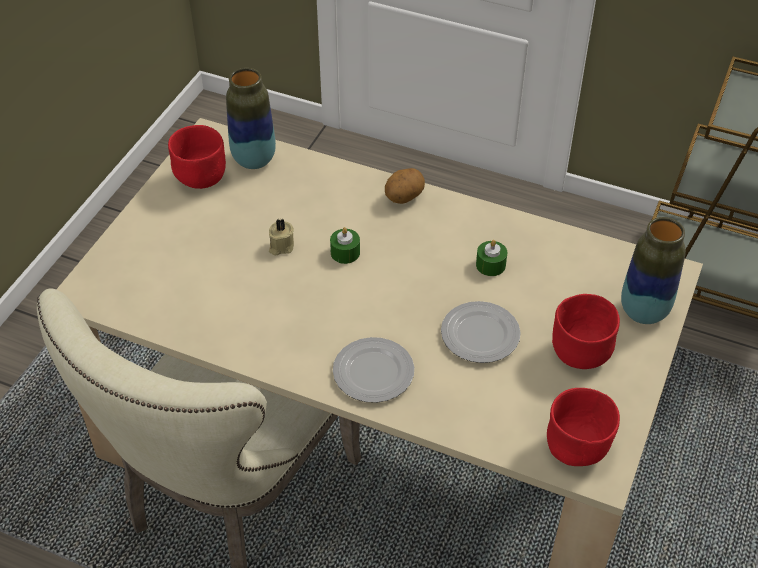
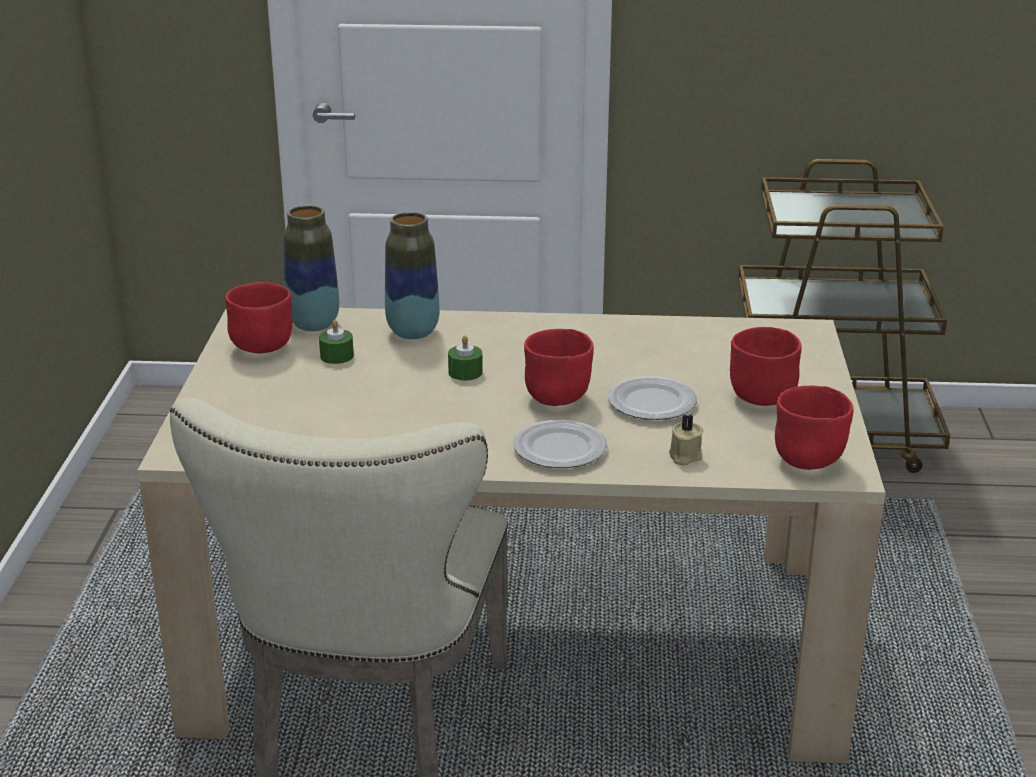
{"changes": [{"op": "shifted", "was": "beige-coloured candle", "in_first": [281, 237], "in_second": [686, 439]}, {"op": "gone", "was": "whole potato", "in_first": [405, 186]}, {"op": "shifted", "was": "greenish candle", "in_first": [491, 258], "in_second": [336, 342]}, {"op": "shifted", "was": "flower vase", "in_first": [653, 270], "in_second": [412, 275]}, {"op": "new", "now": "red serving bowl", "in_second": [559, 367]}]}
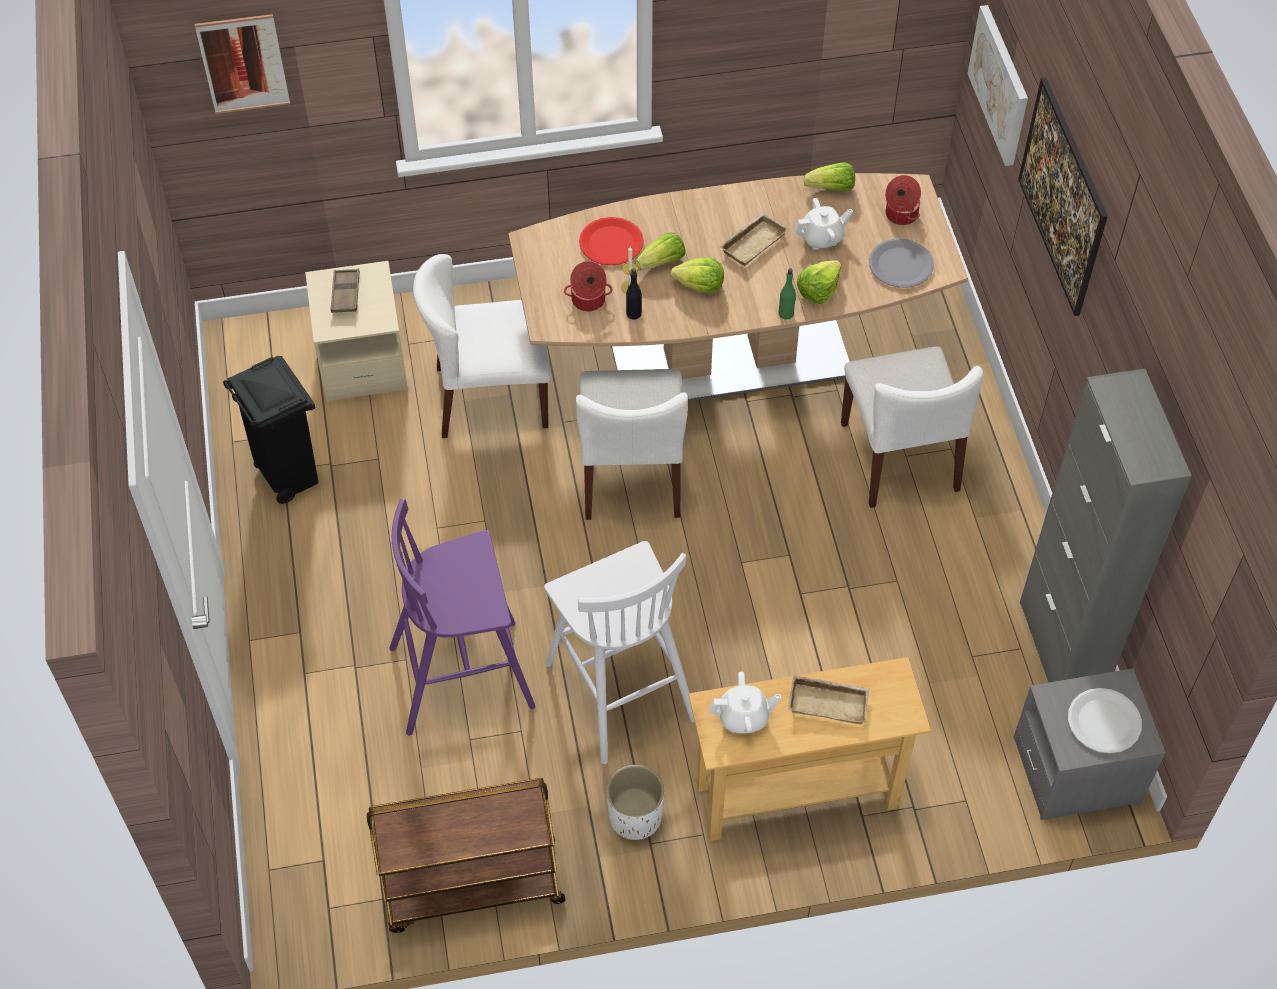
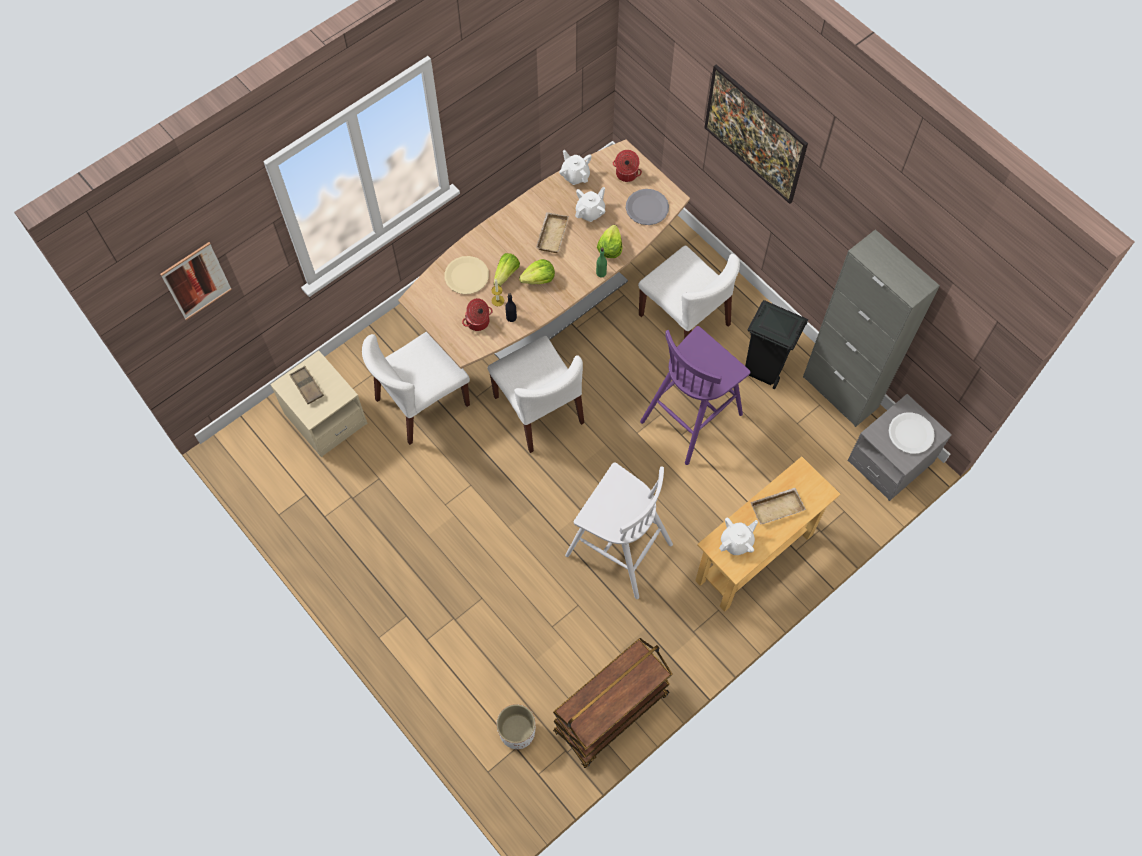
{"changes": [{"op": "shifted", "was": "black trash can", "in_first": [270, 430], "in_second": [776, 344]}, {"op": "shifted", "was": "purple sitting stool", "in_first": [462, 617], "in_second": [695, 395]}, {"op": "repainted", "was": "red plate", "now": "beige-coloured plate", "in_first": [611, 241], "in_second": [466, 275]}, {"op": "shifted", "was": "white flower pot", "in_first": [635, 802], "in_second": [516, 726]}, {"op": "swapped", "was": "lettuce head", "now": "white pot for tea", "in_first": [829, 177], "in_second": [575, 167]}, {"op": "gone", "was": "picture", "in_first": [998, 85]}]}
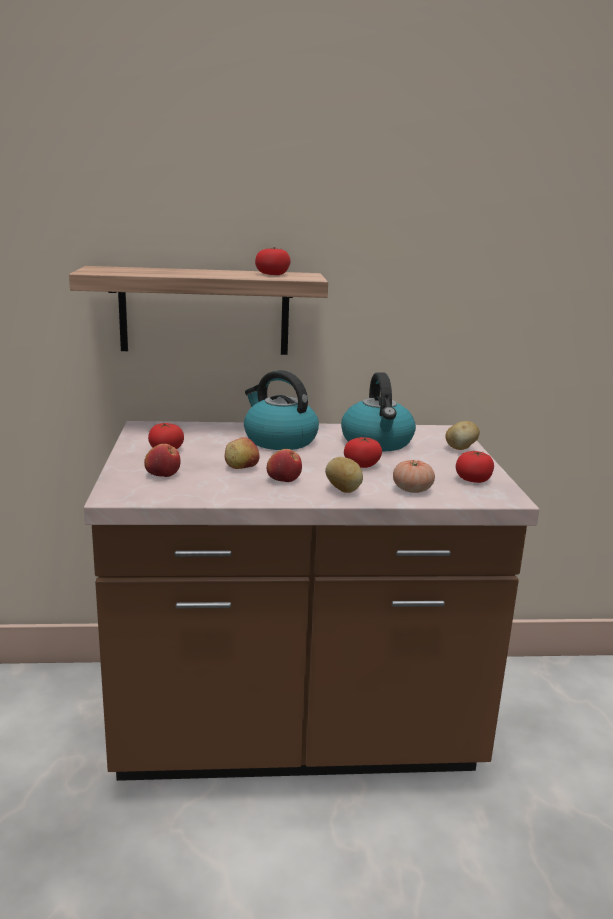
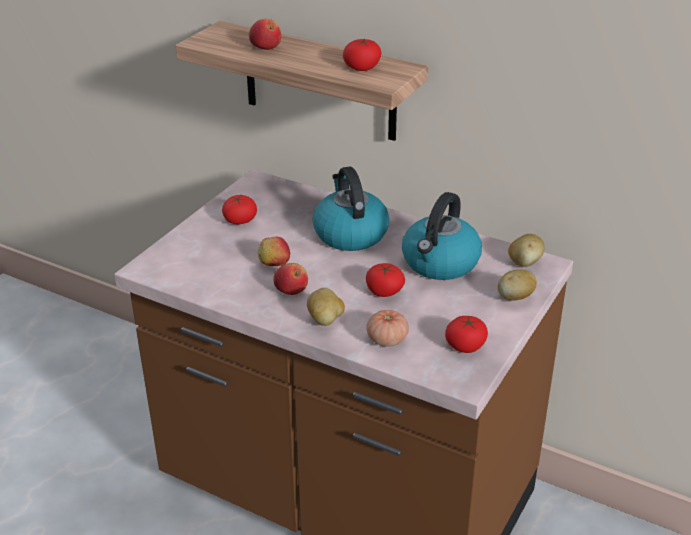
{"changes": [{"op": "shifted", "was": "apple fruit", "in_first": [162, 460], "in_second": [265, 34]}, {"op": "new", "now": "whole potato", "in_second": [526, 250]}]}
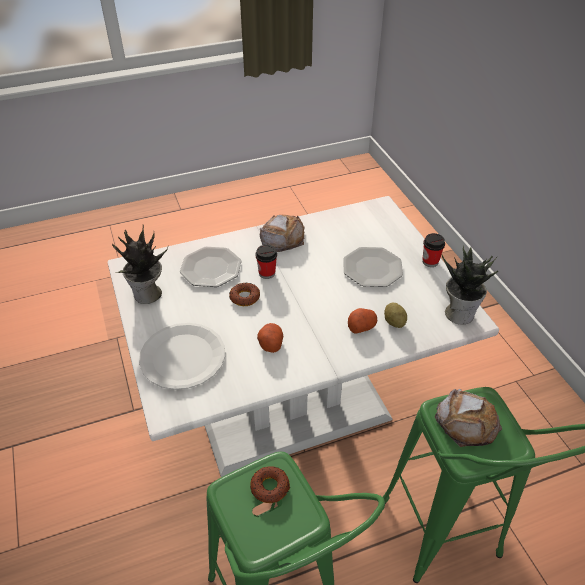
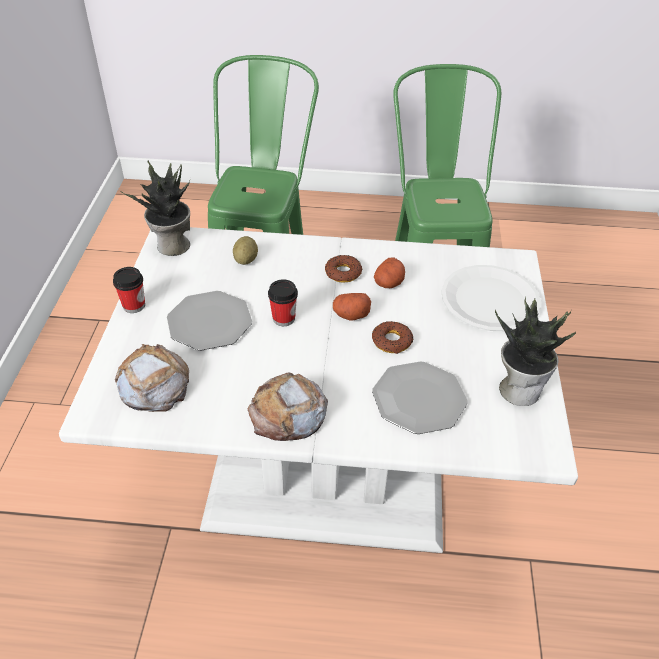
{"changes": [{"op": "shifted", "was": "doughnut", "in_first": [270, 484], "in_second": [343, 269]}, {"op": "shifted", "was": "drinking cup", "in_first": [266, 262], "in_second": [283, 302]}, {"op": "shifted", "was": "whole potato", "in_first": [362, 320], "in_second": [352, 307]}, {"op": "shifted", "was": "bread", "in_first": [468, 418], "in_second": [152, 378]}]}
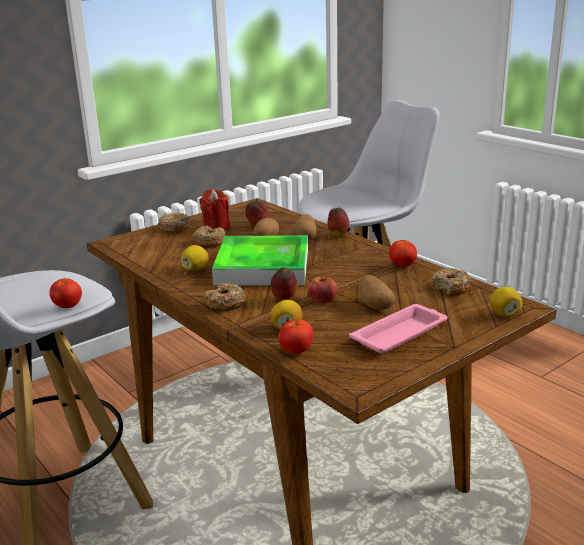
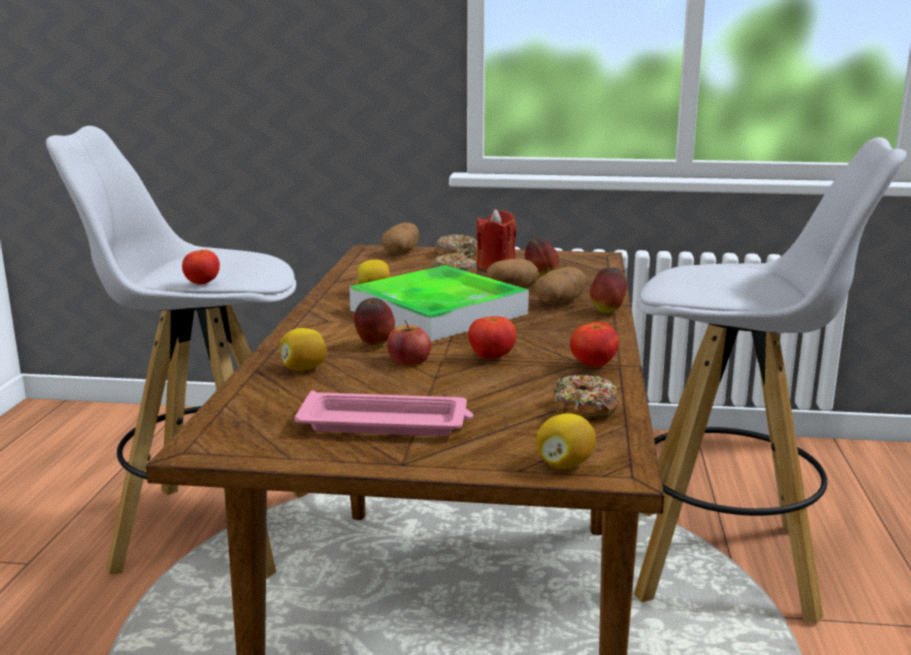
{"changes": [{"op": "gone", "was": "doughnut", "in_first": [225, 297]}, {"op": "shifted", "was": "whole tomato", "in_first": [296, 336], "in_second": [492, 337]}, {"op": "shifted", "was": "whole potato", "in_first": [377, 292], "in_second": [400, 238]}]}
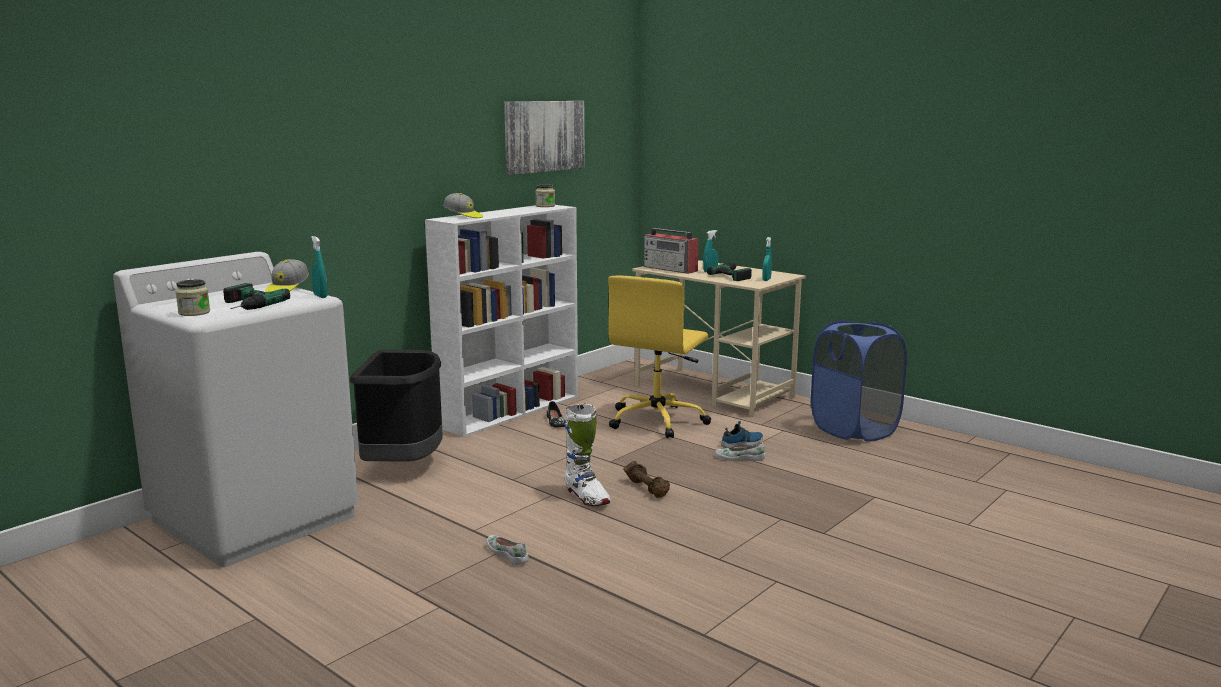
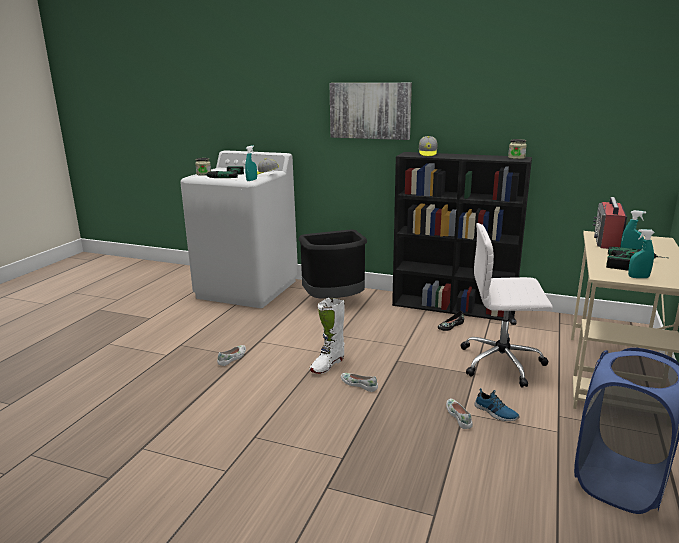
{"changes": [{"op": "repainted", "was": "white shelving unit", "now": "black shelving unit", "in_first": [501, 321], "in_second": [462, 237]}, {"op": "shifted", "was": "picture", "in_first": [544, 138], "in_second": [371, 111]}, {"op": "repainted", "was": "yellow computer chair", "now": "white computer chair", "in_first": [659, 356], "in_second": [507, 305]}, {"op": "swapped", "was": "brown dumbbell", "now": "white low shoe", "in_first": [646, 479], "in_second": [359, 382]}]}
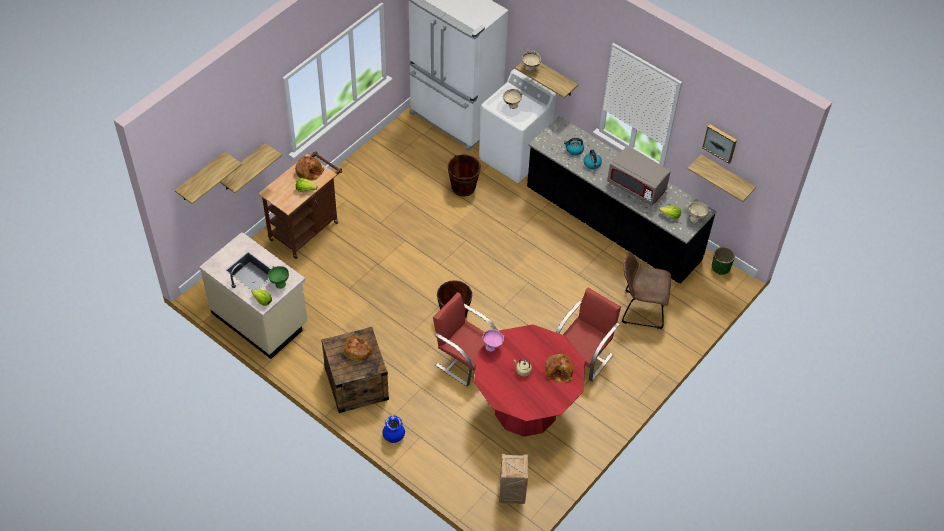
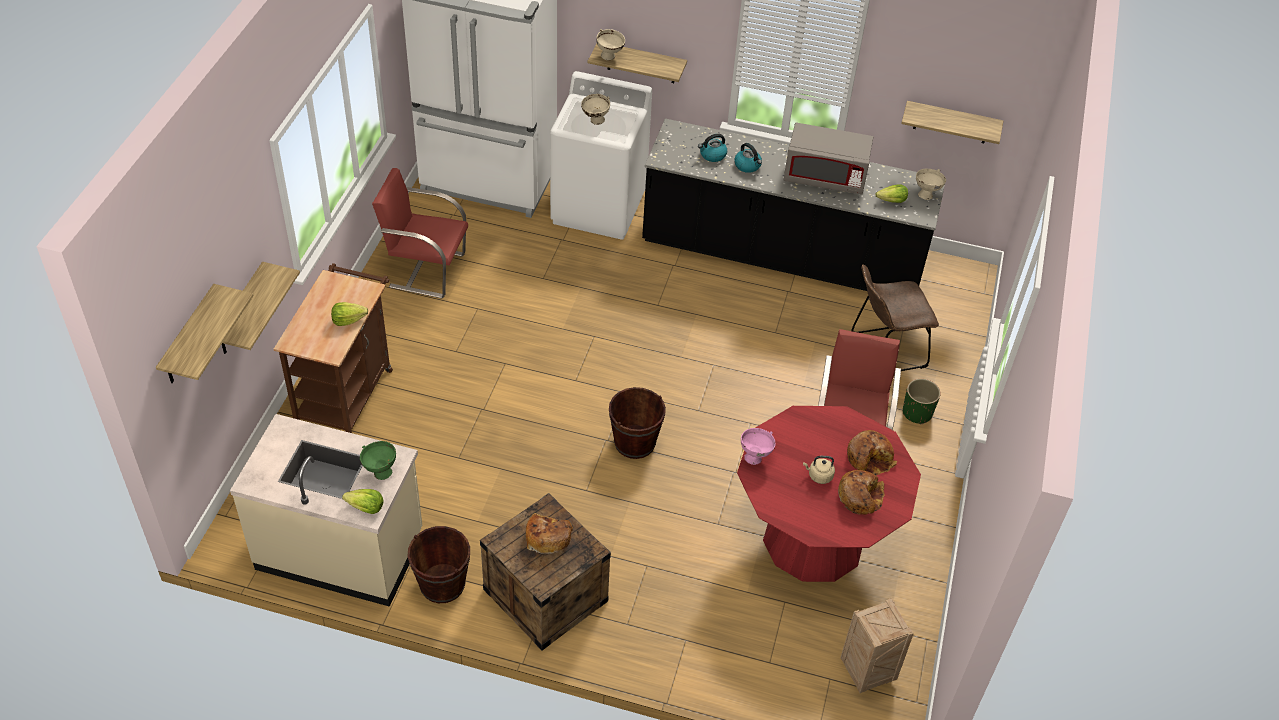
{"changes": [{"op": "shifted", "was": "bread", "in_first": [309, 168], "in_second": [861, 492]}, {"op": "gone", "was": "bluish flower vase", "in_first": [393, 429]}, {"op": "shifted", "was": "red plain chair", "in_first": [465, 339], "in_second": [420, 233]}, {"op": "shifted", "was": "brown bucket", "in_first": [464, 175], "in_second": [439, 564]}, {"op": "gone", "was": "picture", "in_first": [719, 144]}, {"op": "shifted", "was": "greenish flower pot", "in_first": [723, 261], "in_second": [922, 401]}]}
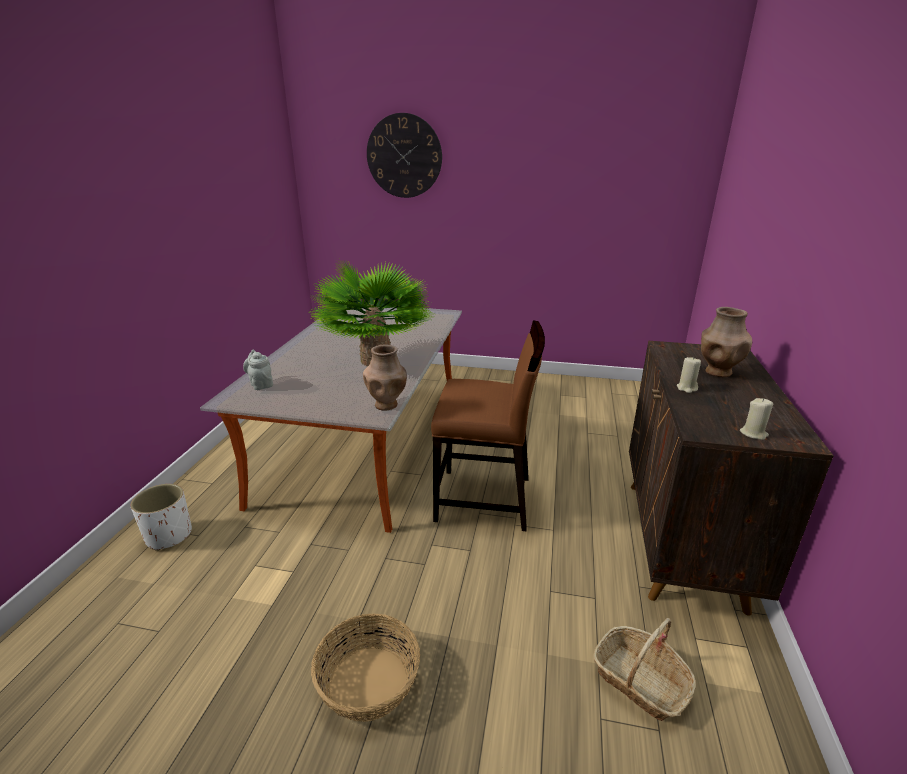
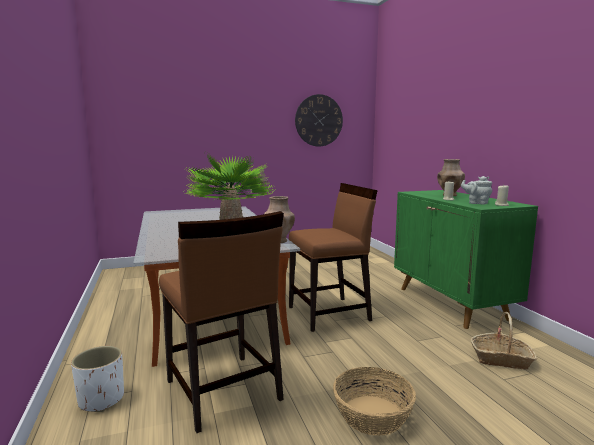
{"changes": [{"op": "shifted", "was": "gray pot for tea", "in_first": [258, 370], "in_second": [476, 190]}, {"op": "shifted", "was": "hanging clock", "in_first": [404, 155], "in_second": [319, 120]}, {"op": "repainted", "was": "brown storage cabinet", "now": "greenish storage cabinet", "in_first": [731, 478], "in_second": [466, 259]}, {"op": "new", "now": "brown plain chair", "in_second": [221, 322]}]}
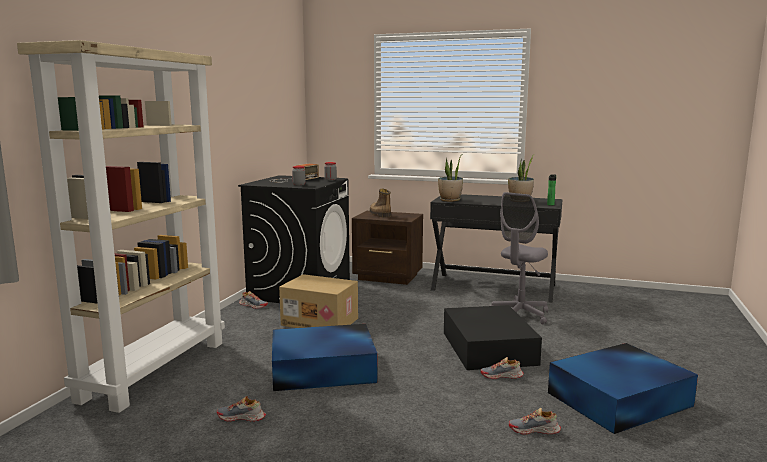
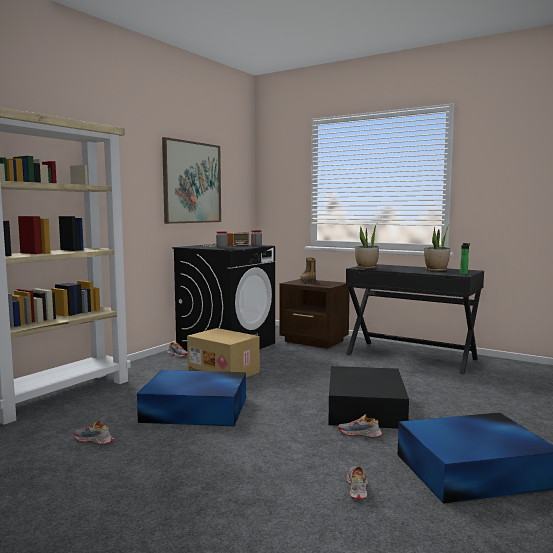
{"changes": [{"op": "gone", "was": "gray computer chair", "in_first": [519, 258]}, {"op": "rotated", "was": "low shoe", "in_first": [535, 421], "in_second": [357, 482], "clockwise": 75}, {"op": "new", "now": "picture", "in_second": [191, 180]}]}
